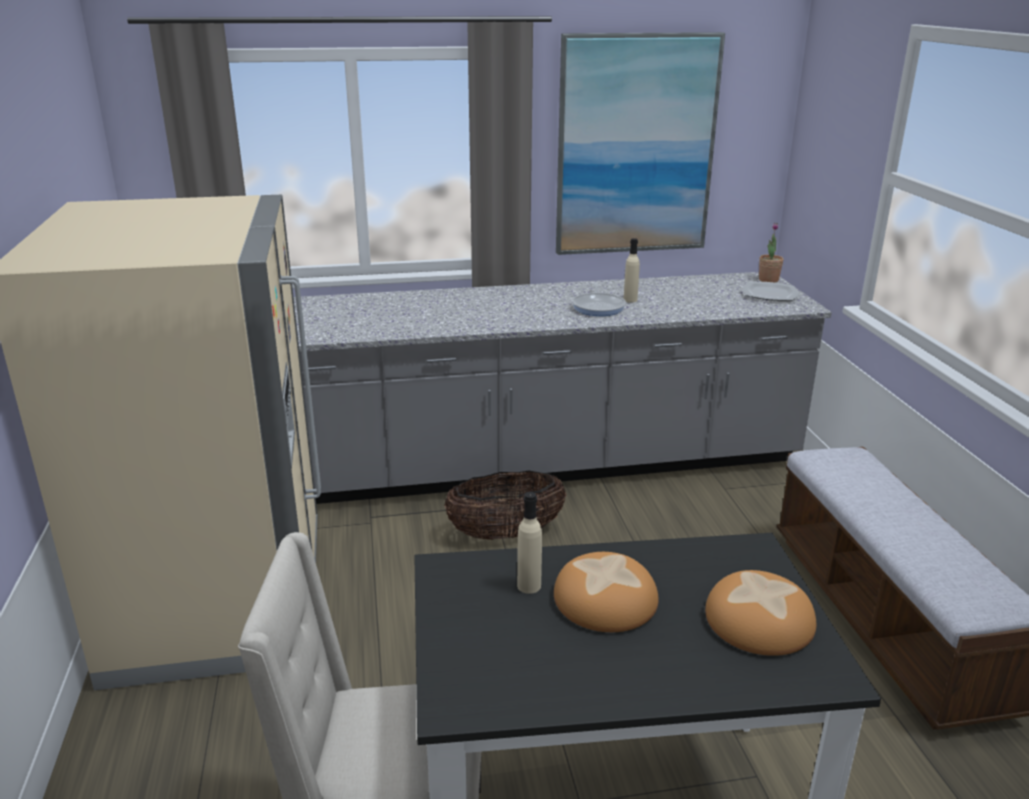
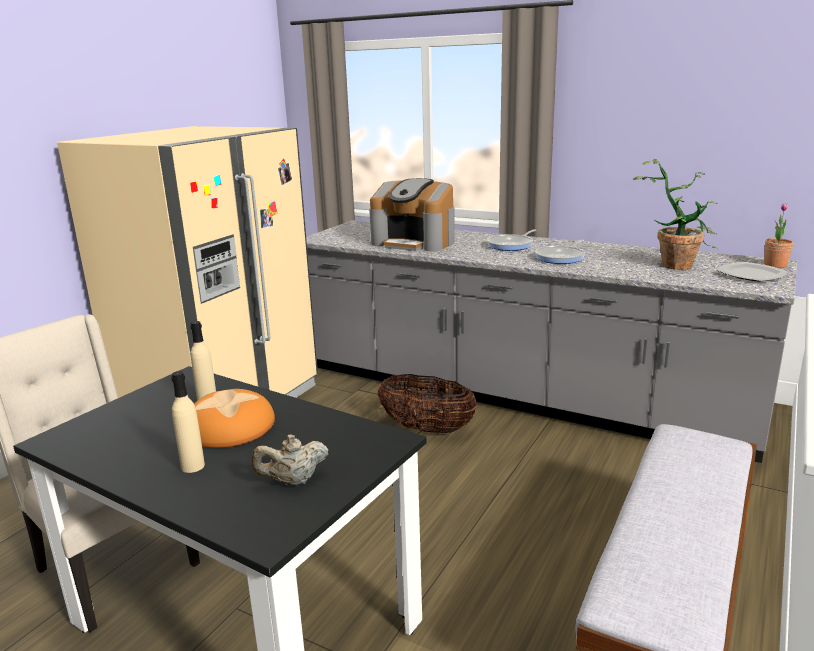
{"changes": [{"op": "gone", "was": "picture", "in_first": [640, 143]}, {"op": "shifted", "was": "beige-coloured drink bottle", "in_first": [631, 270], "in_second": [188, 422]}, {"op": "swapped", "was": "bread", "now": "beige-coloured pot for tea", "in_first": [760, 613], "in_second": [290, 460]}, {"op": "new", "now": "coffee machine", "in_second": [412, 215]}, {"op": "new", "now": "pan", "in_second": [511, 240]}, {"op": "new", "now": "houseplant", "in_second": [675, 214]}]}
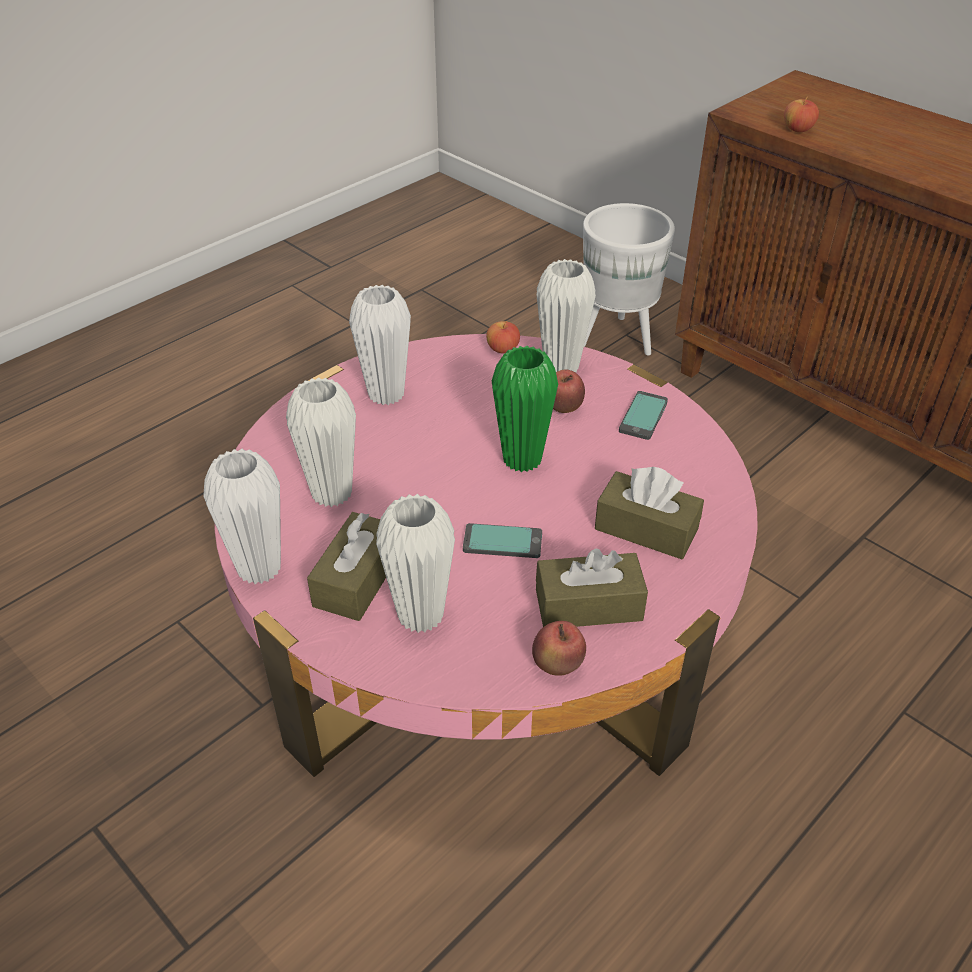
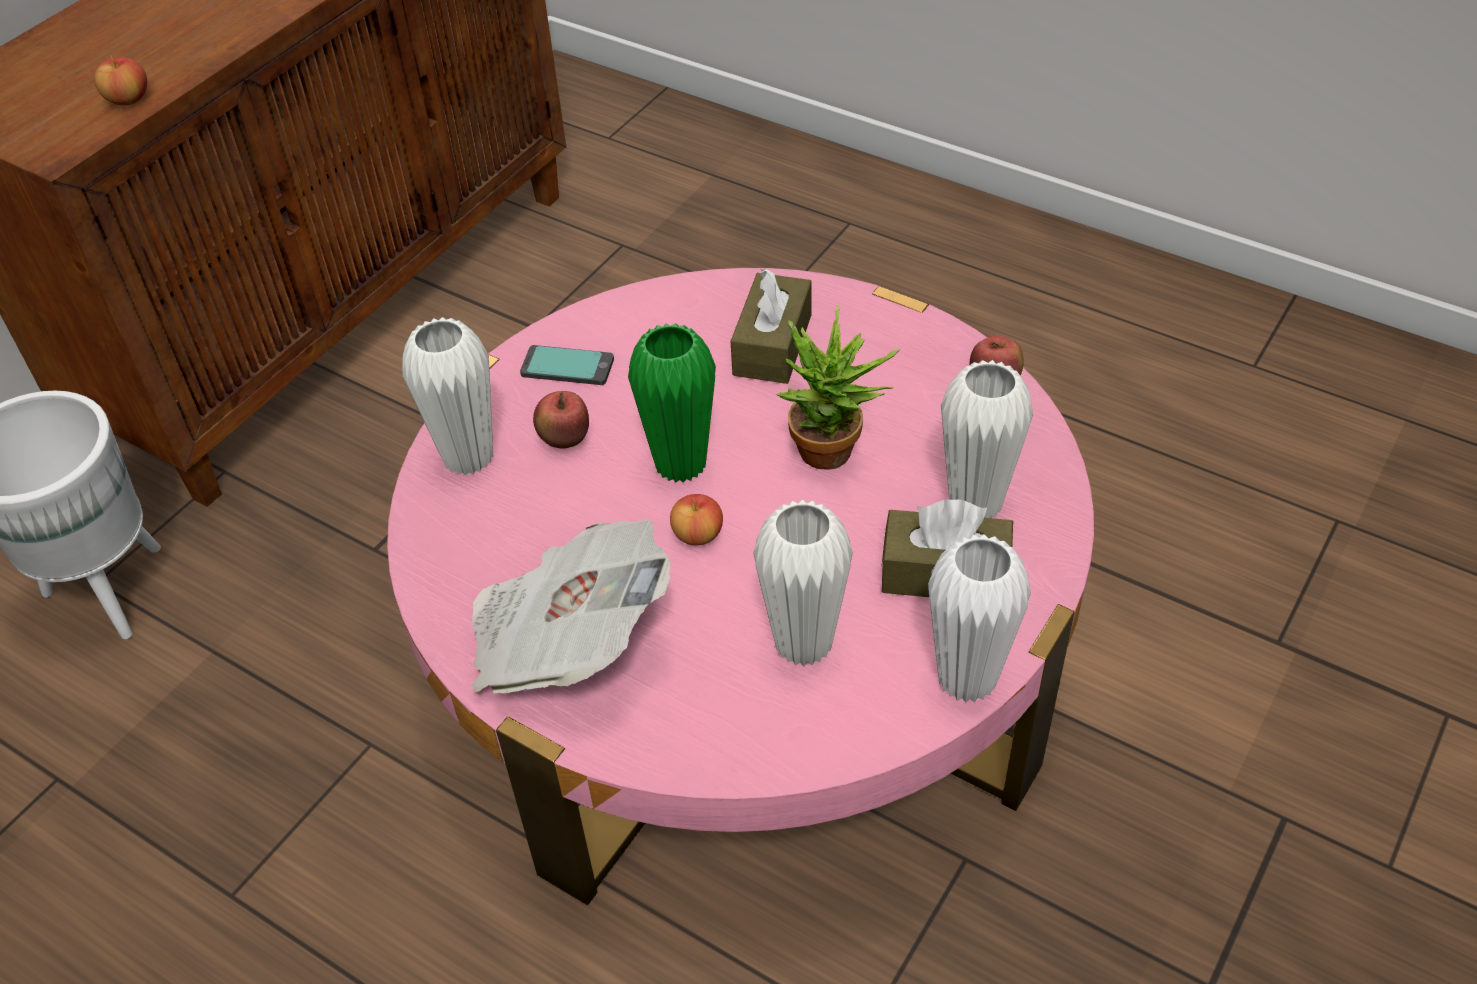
{"changes": [{"op": "swapped", "was": "white flower vase", "now": "newspaper", "in_first": [380, 345], "in_second": [571, 606]}, {"op": "swapped", "was": "telephone", "now": "houseplant", "in_first": [502, 540], "in_second": [838, 387]}, {"op": "shifted", "was": "apple fruit", "in_first": [503, 337], "in_second": [696, 520]}, {"op": "gone", "was": "brown box of tissues", "in_first": [592, 588]}]}
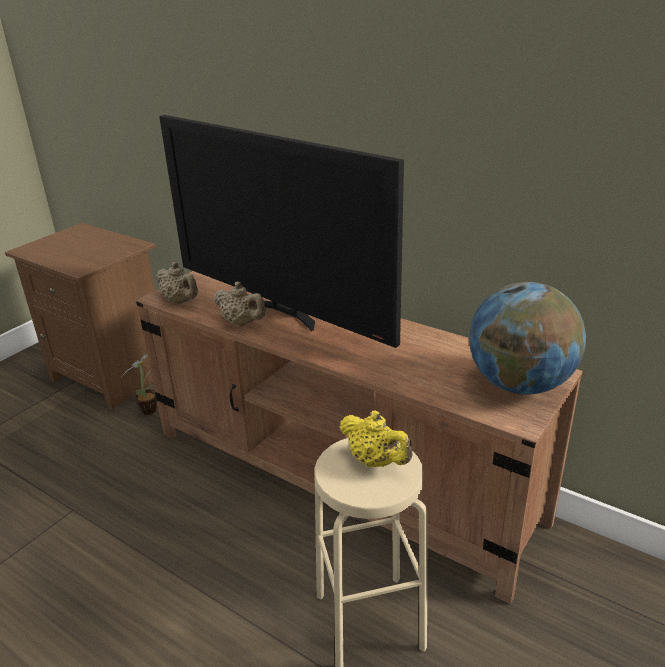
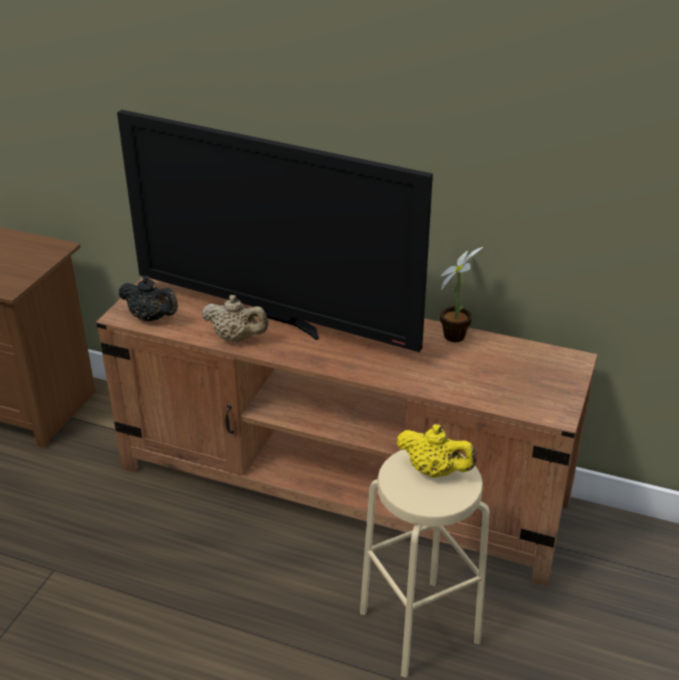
{"changes": [{"op": "shifted", "was": "houseplant", "in_first": [139, 384], "in_second": [461, 294]}, {"op": "repainted", "was": "beige-coloured pot for tea", "now": "black pot for tea", "in_first": [177, 283], "in_second": [148, 299]}, {"op": "gone", "was": "world globe", "in_first": [527, 338]}]}
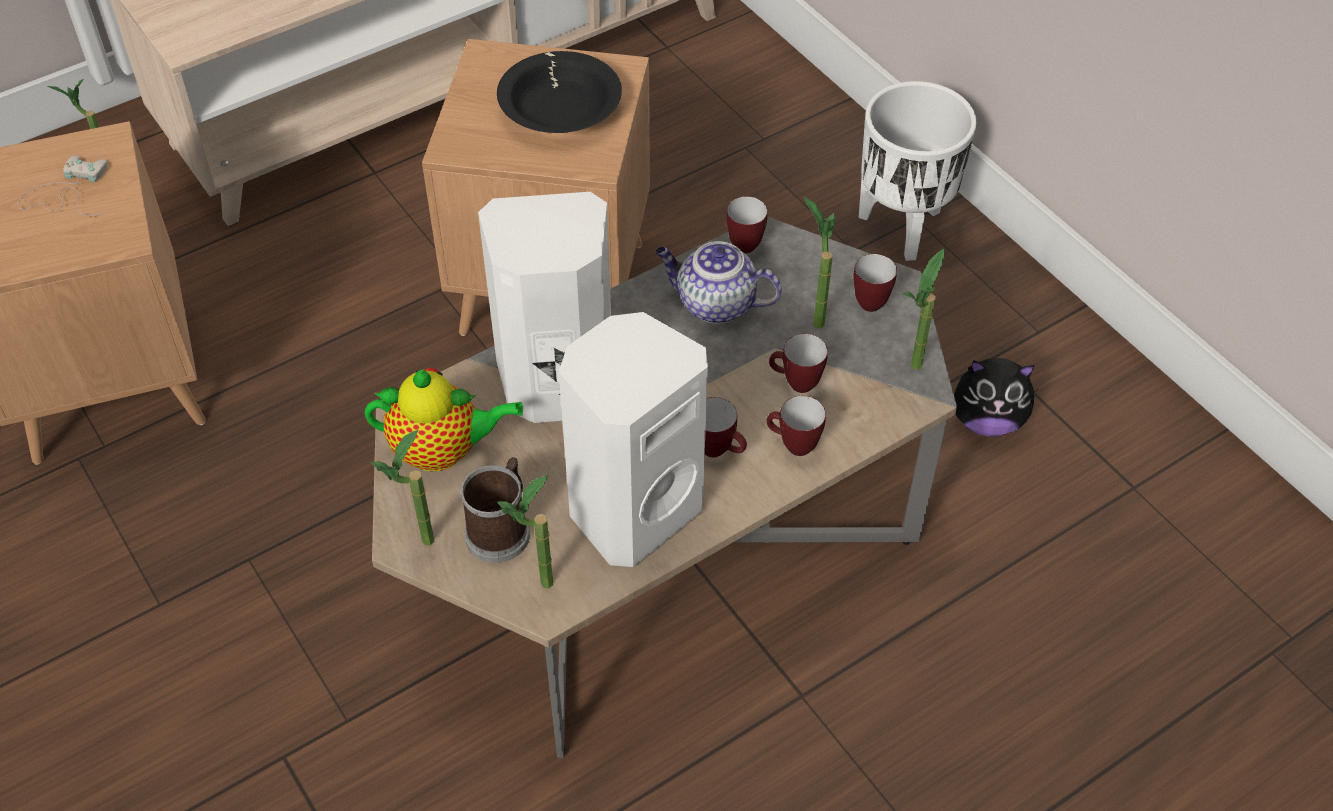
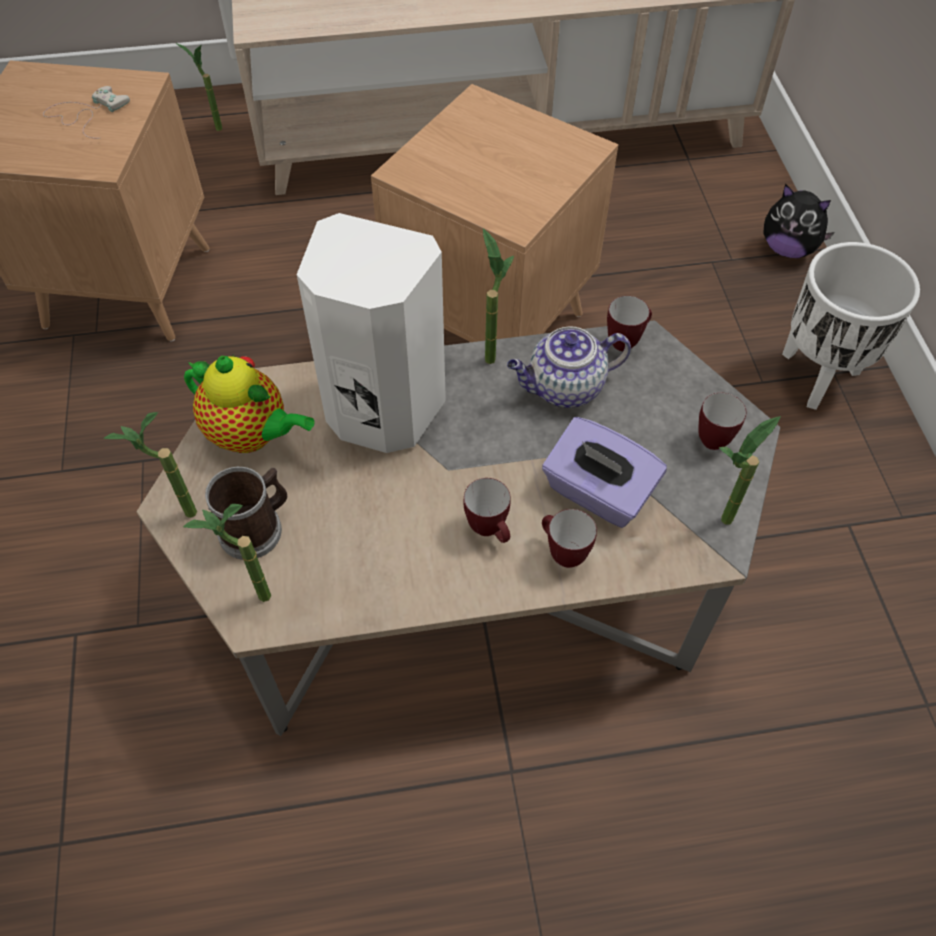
{"changes": [{"op": "gone", "was": "black serving bowl", "in_first": [559, 92]}, {"op": "gone", "was": "white speaker", "in_first": [633, 439]}, {"op": "rotated", "was": "pot for tea", "in_first": [718, 282], "in_second": [569, 367], "clockwise": -60}, {"op": "swapped", "was": "mug", "now": "purple box of tissues", "in_first": [798, 363], "in_second": [604, 472]}, {"op": "shifted", "was": "houseplant", "in_first": [820, 262], "in_second": [498, 296]}, {"op": "shifted", "was": "soft toy", "in_first": [996, 397], "in_second": [799, 221]}]}
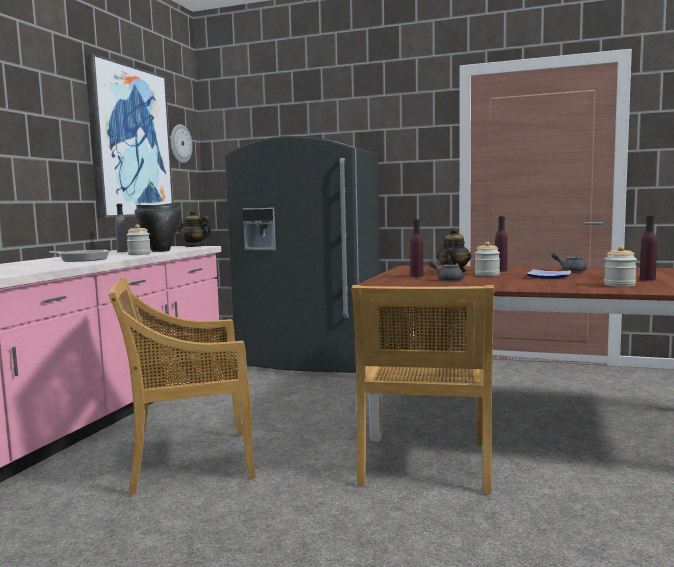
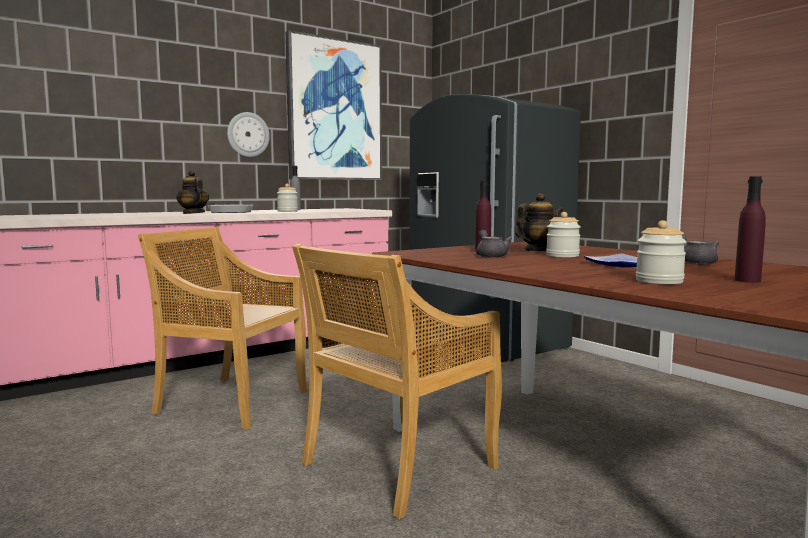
{"changes": [{"op": "gone", "was": "black saucepot", "in_first": [157, 227]}, {"op": "shifted", "was": "hanging clock", "in_first": [181, 143], "in_second": [248, 134]}, {"op": "shifted", "was": "pot for tea", "in_first": [195, 228], "in_second": [192, 192]}, {"op": "gone", "was": "purple drink bottle", "in_first": [501, 244]}]}
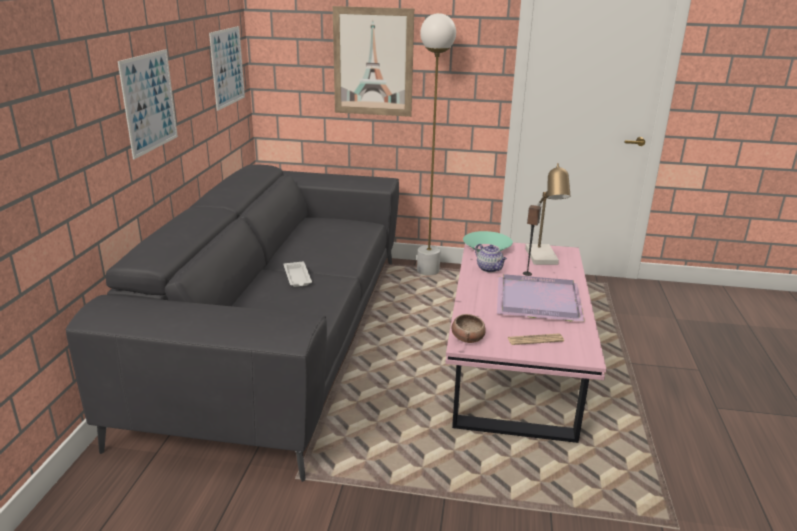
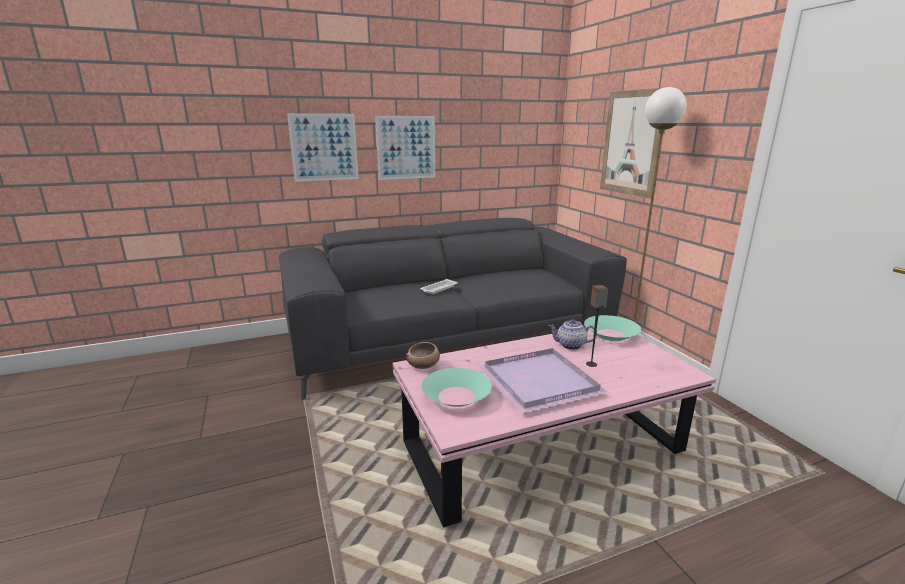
{"changes": [{"op": "shifted", "was": "picture", "in_first": [227, 68], "in_second": [323, 147]}, {"op": "rotated", "was": "pot for tea", "in_first": [491, 258], "in_second": [572, 334], "clockwise": 75}, {"op": "swapped", "was": "newspaper", "now": "turquoise-coloured serving bowl", "in_first": [535, 339], "in_second": [456, 387]}, {"op": "gone", "was": "lamp for a table", "in_first": [547, 214]}]}
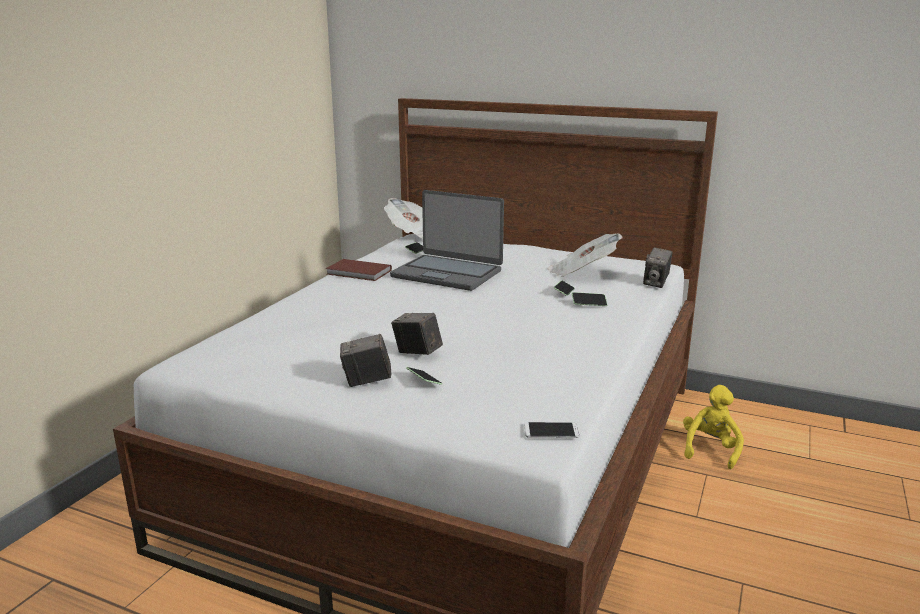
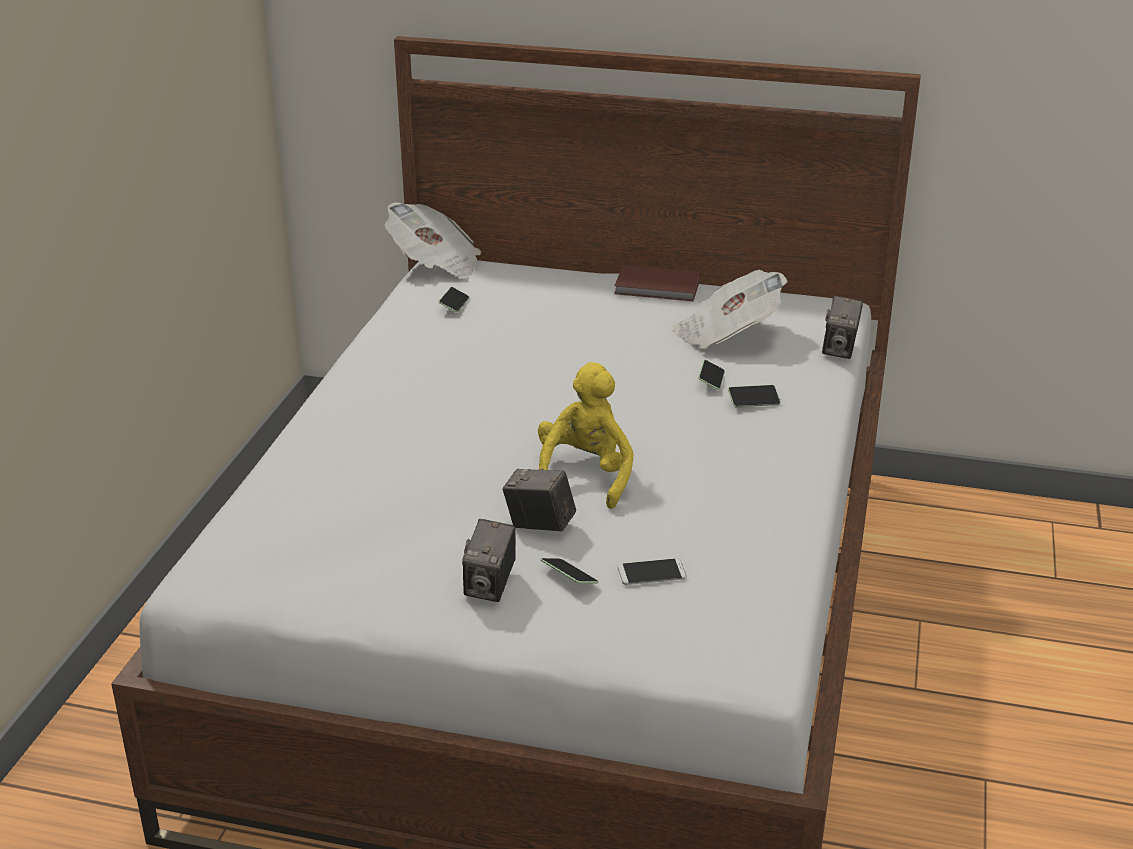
{"changes": [{"op": "shifted", "was": "brown bound book", "in_first": [359, 270], "in_second": [657, 283]}, {"op": "rotated", "was": "still camera", "in_first": [365, 360], "in_second": [489, 560], "clockwise": -60}, {"op": "gone", "was": "portable computer", "in_first": [447, 240]}, {"op": "shifted", "was": "telephone", "in_first": [552, 430], "in_second": [652, 571]}, {"op": "shifted", "was": "yellow soft toy", "in_first": [713, 427], "in_second": [586, 435]}]}
